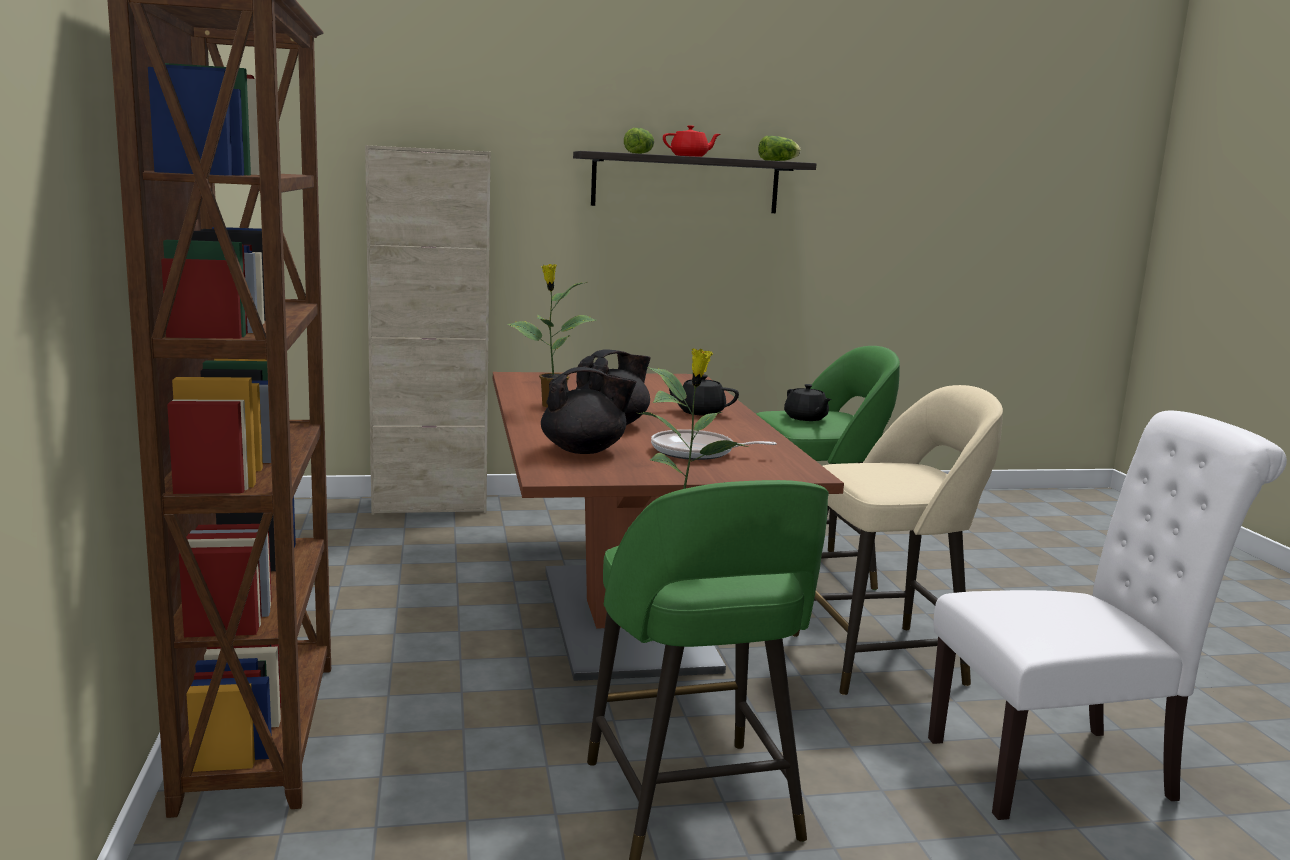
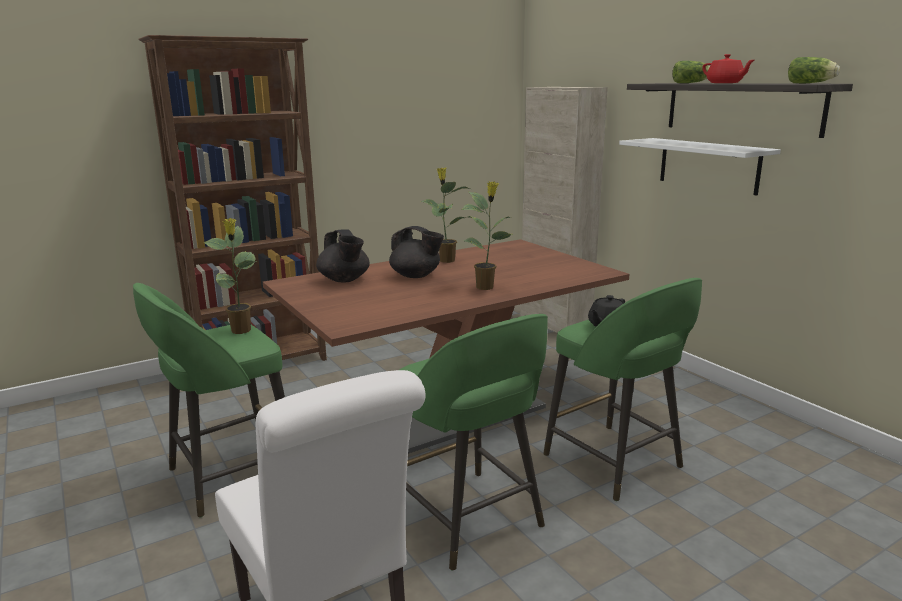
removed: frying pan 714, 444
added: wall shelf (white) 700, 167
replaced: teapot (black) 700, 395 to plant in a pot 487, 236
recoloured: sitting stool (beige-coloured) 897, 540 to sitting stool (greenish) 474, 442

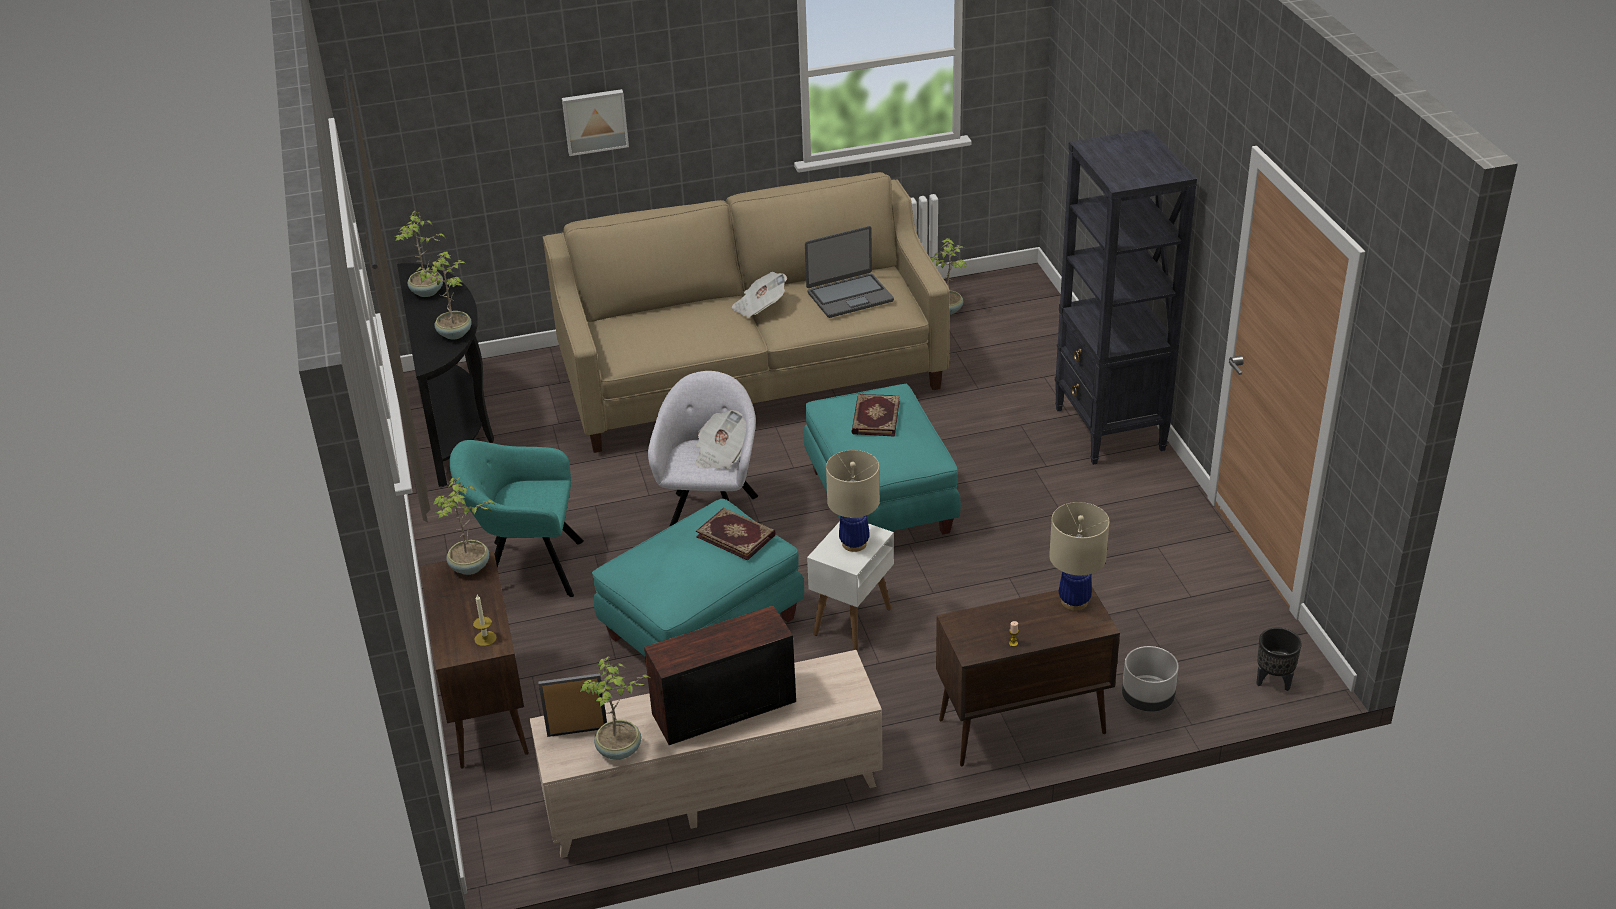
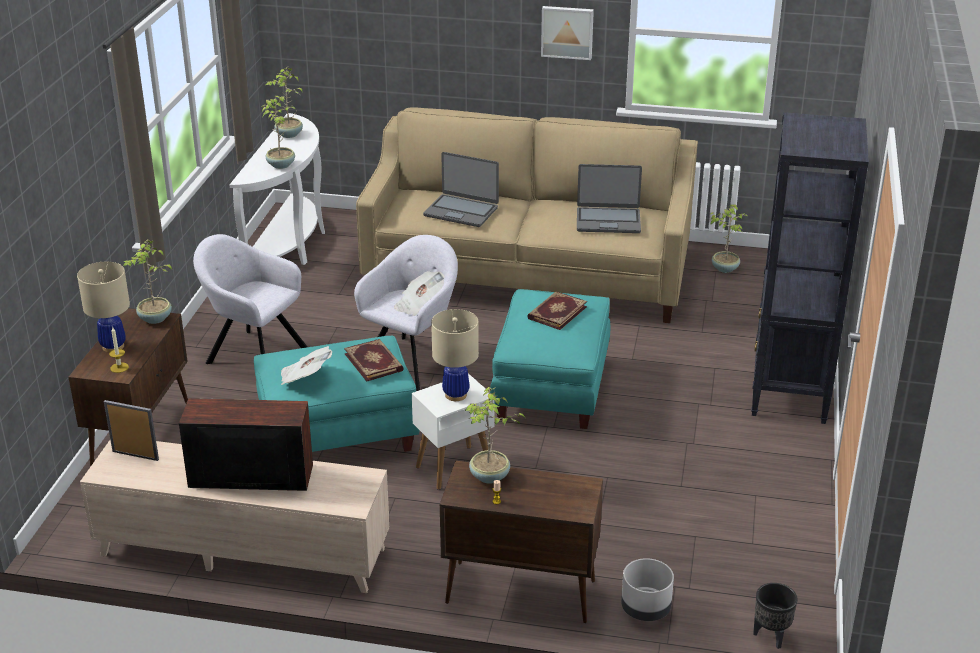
added: notebook computer 461, 189
moved: wall art 595, 122 to 567, 33; plant in a pot 615, 708 to 495, 435; printed paper 759, 295 to 306, 365; table lamp (beige-coloured) 1079, 556 to 103, 307
recoloured: console table (black) 445, 375 to console table (white) 277, 189; armchair (turquoise-coloured) 517, 518 to armchair (greyish) 250, 299

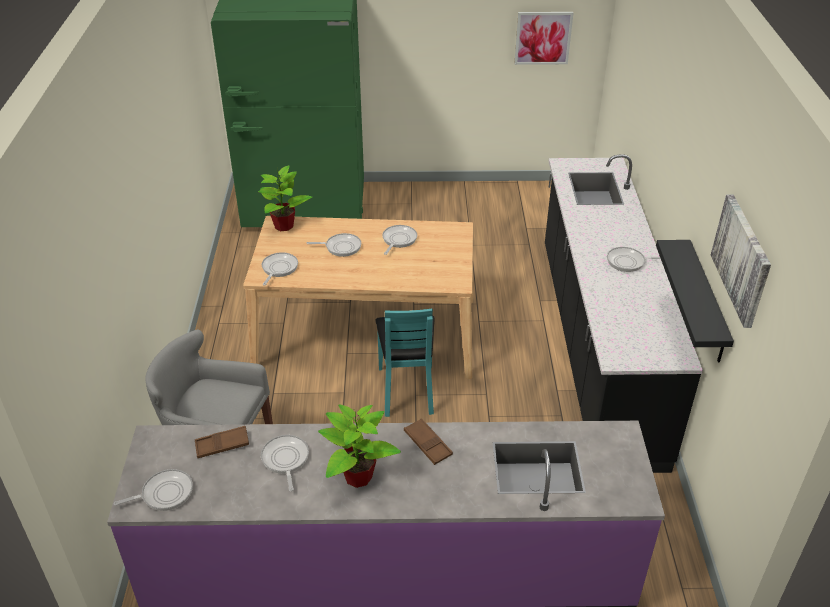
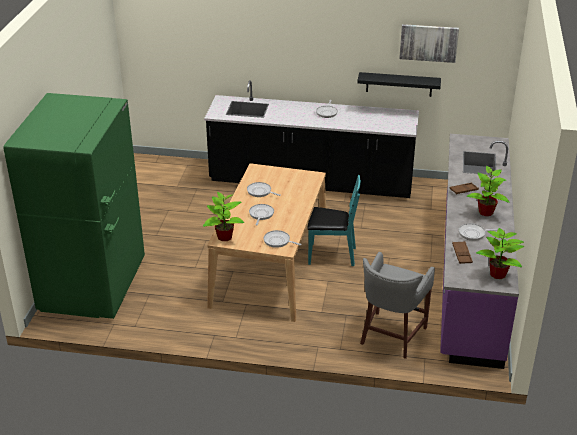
removed: wall art 543, 38
replaced: frying pan 153, 490 to plant in a pot 500, 253

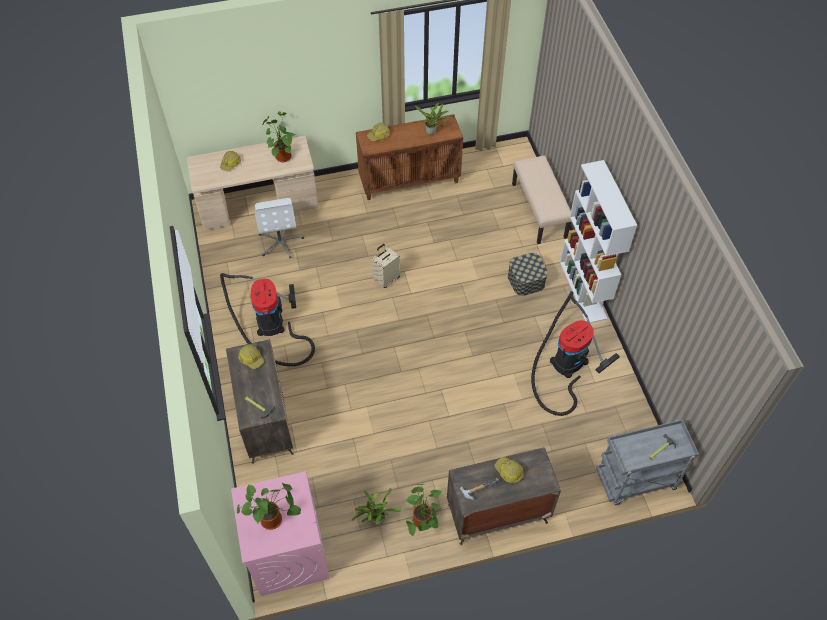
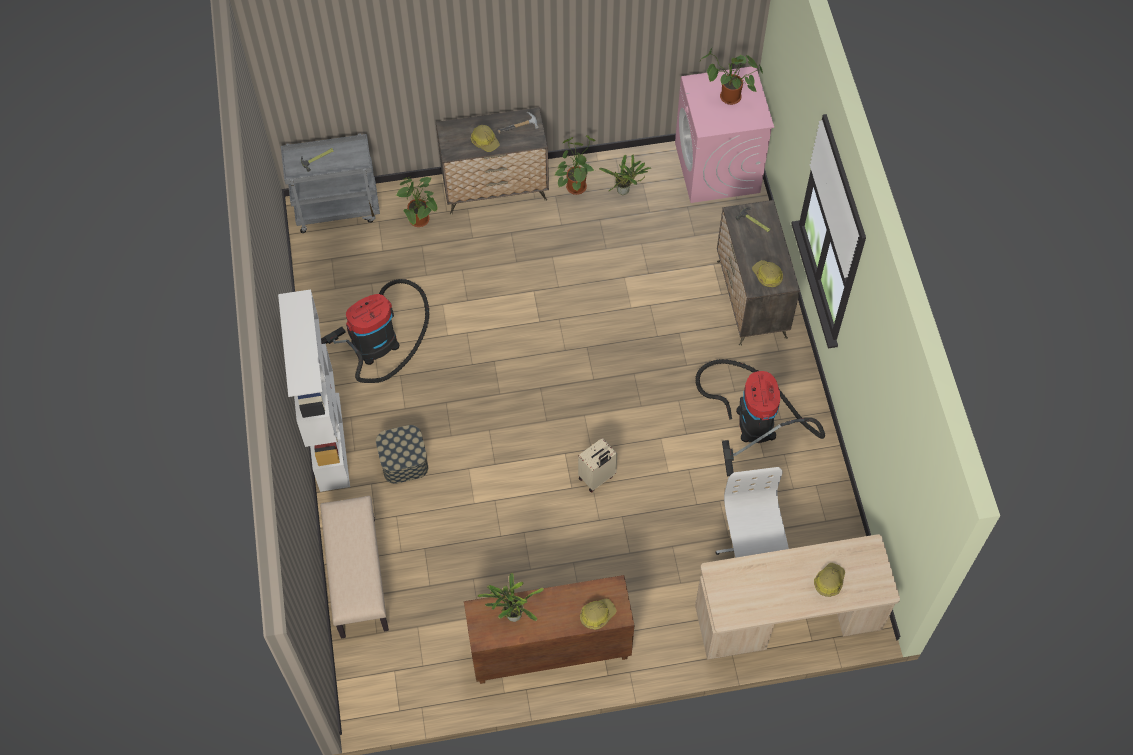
moved: plant in a pot 279, 136 to 416, 201

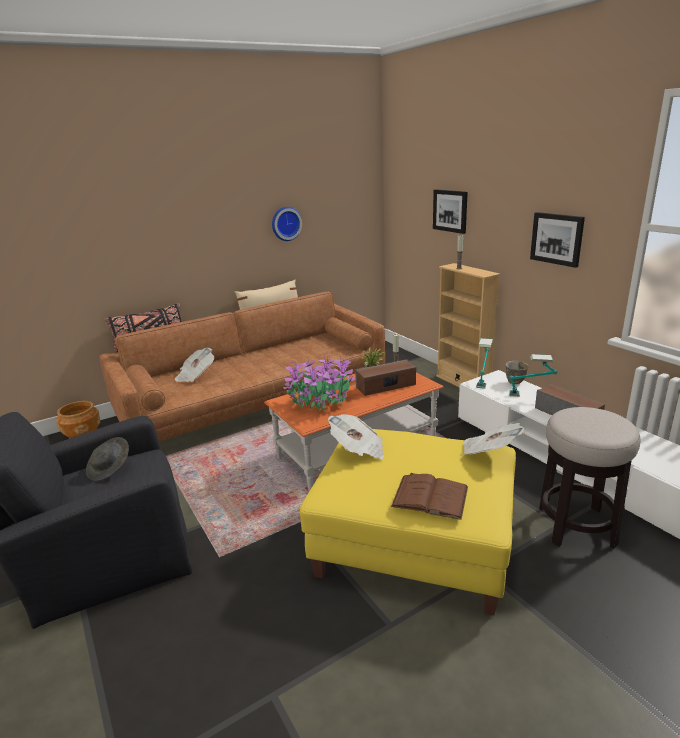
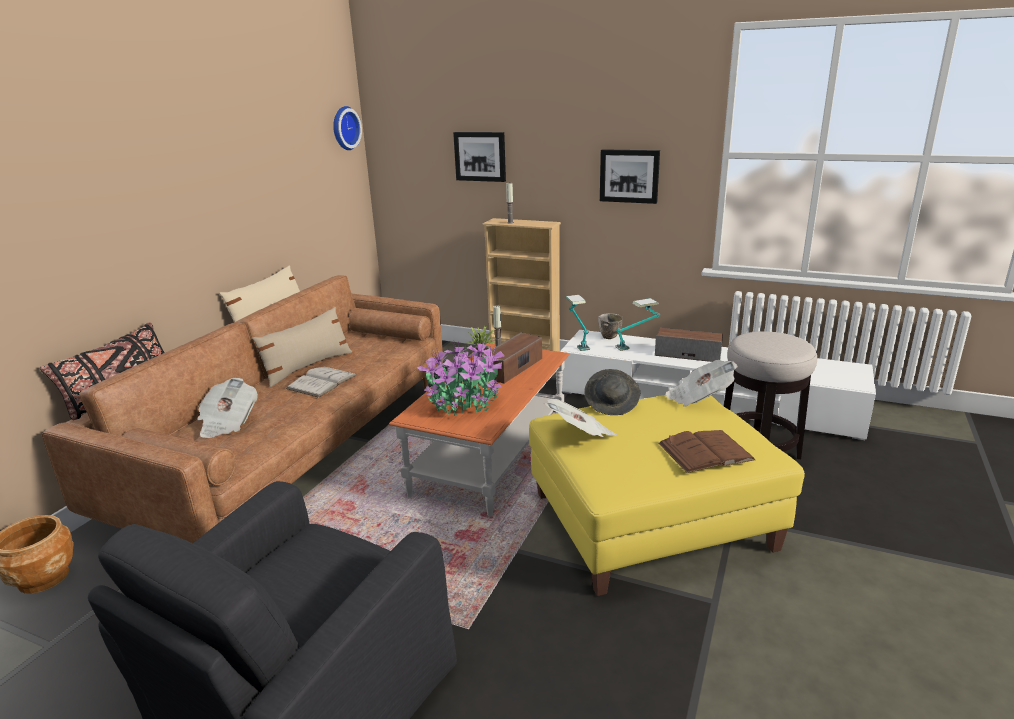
added: pillow (beige-coloured) 302, 347; book (white) 321, 382
moved: hat (greyish) 107, 459 to 612, 392; clock on the wall 287, 224 to 347, 128

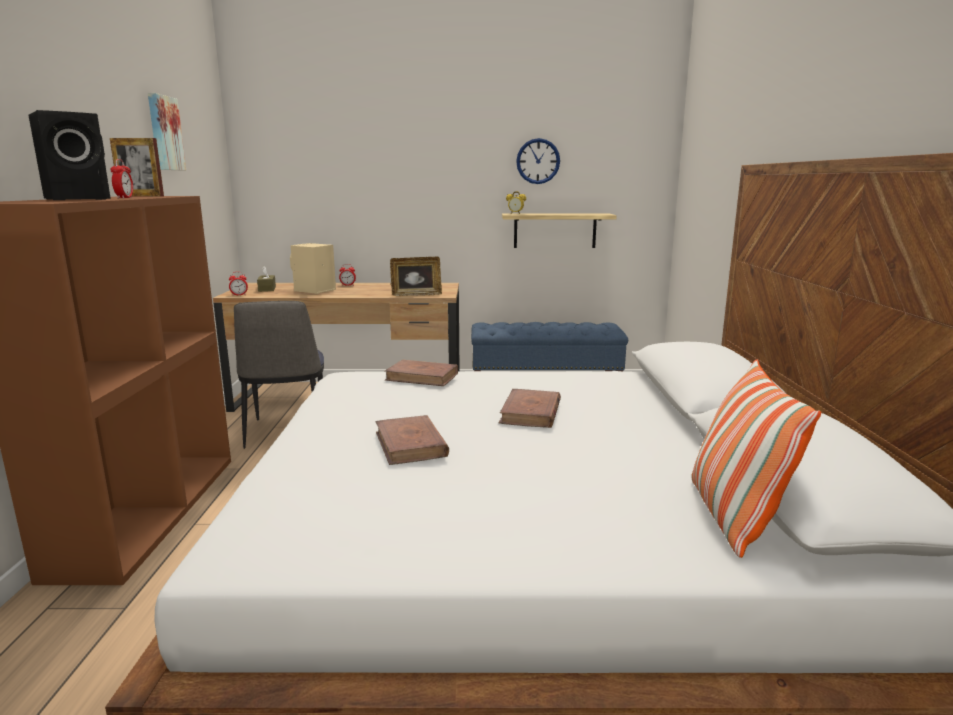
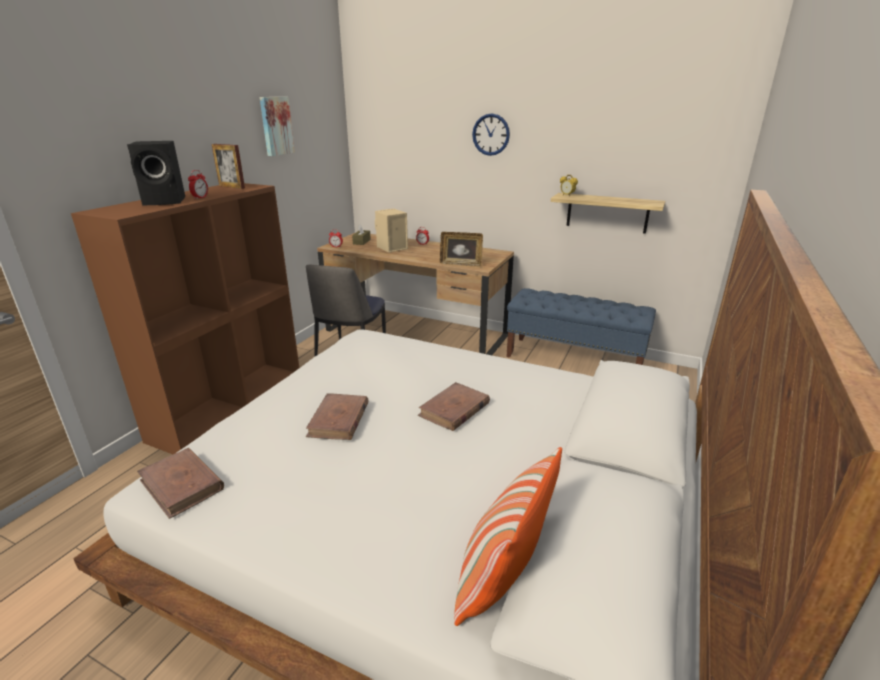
moved: book (brown-coloured) 421, 373 to 180, 483; clock on the wall 538, 161 to 491, 134

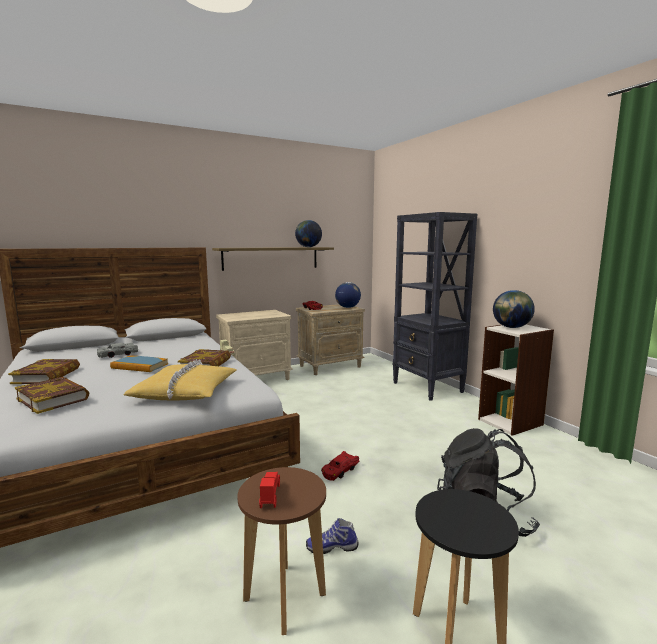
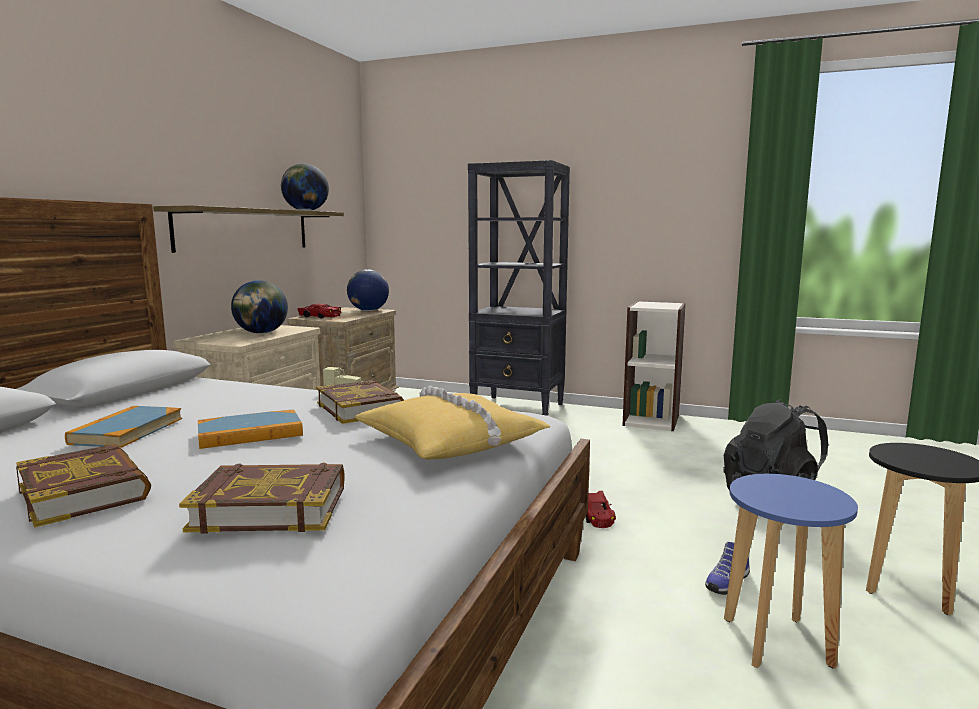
removed: model car (reddish) 269, 490
moved: desk globe 514, 309 to 259, 307
replaced: model car (greyish) 117, 350 to book 123, 427
recoloured: sitting stool (brown-coloured) 281, 551 to sitting stool (blue) 791, 571

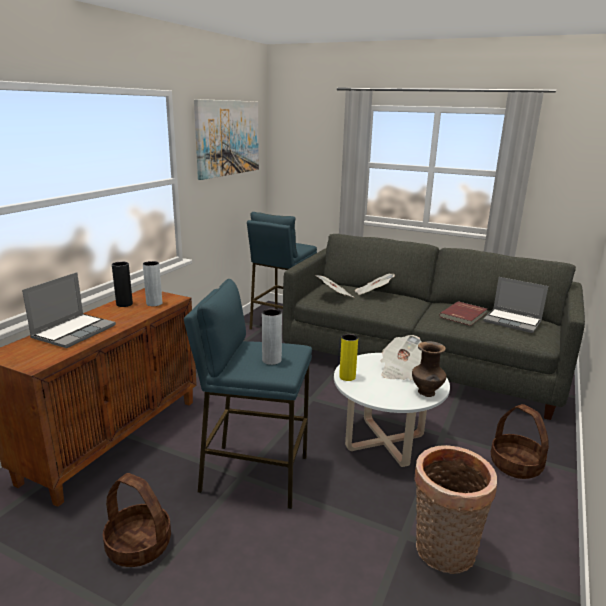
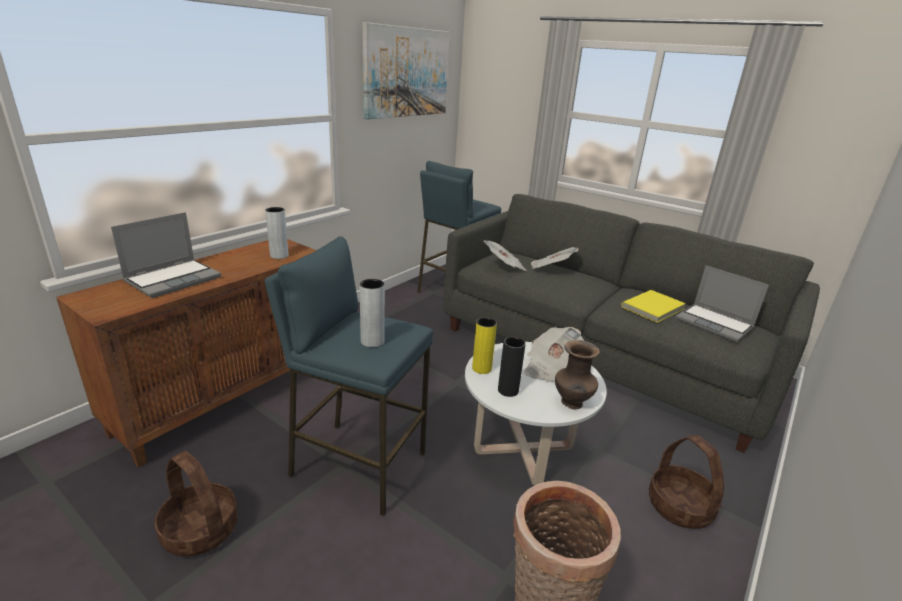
moved: decorative vase (black) 122, 284 to 512, 367
recoloured: book (reddish) 463, 313 to book (yellow-coloured) 653, 306

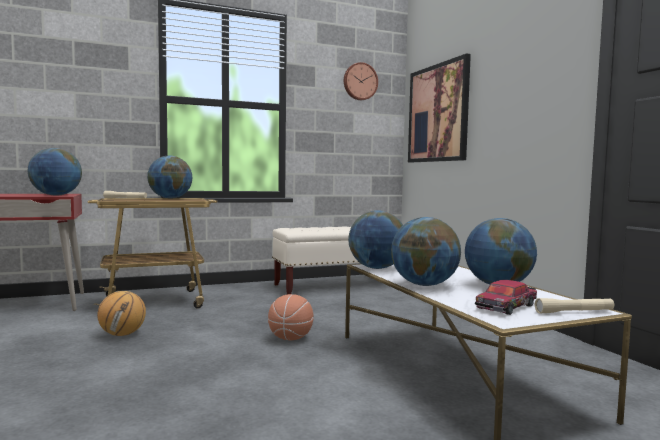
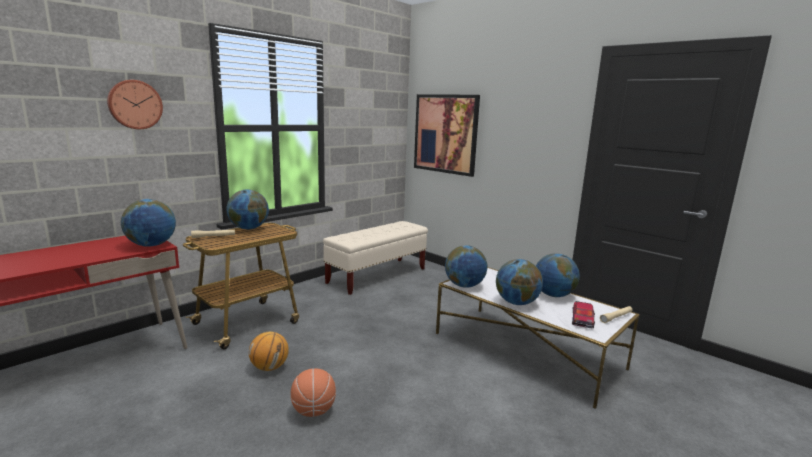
moved: basketball 290, 317 to 313, 392; clock on the wall 361, 81 to 135, 104

